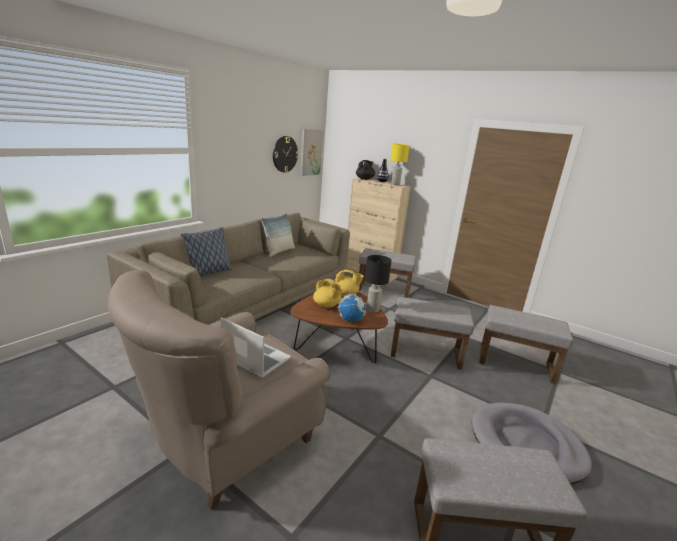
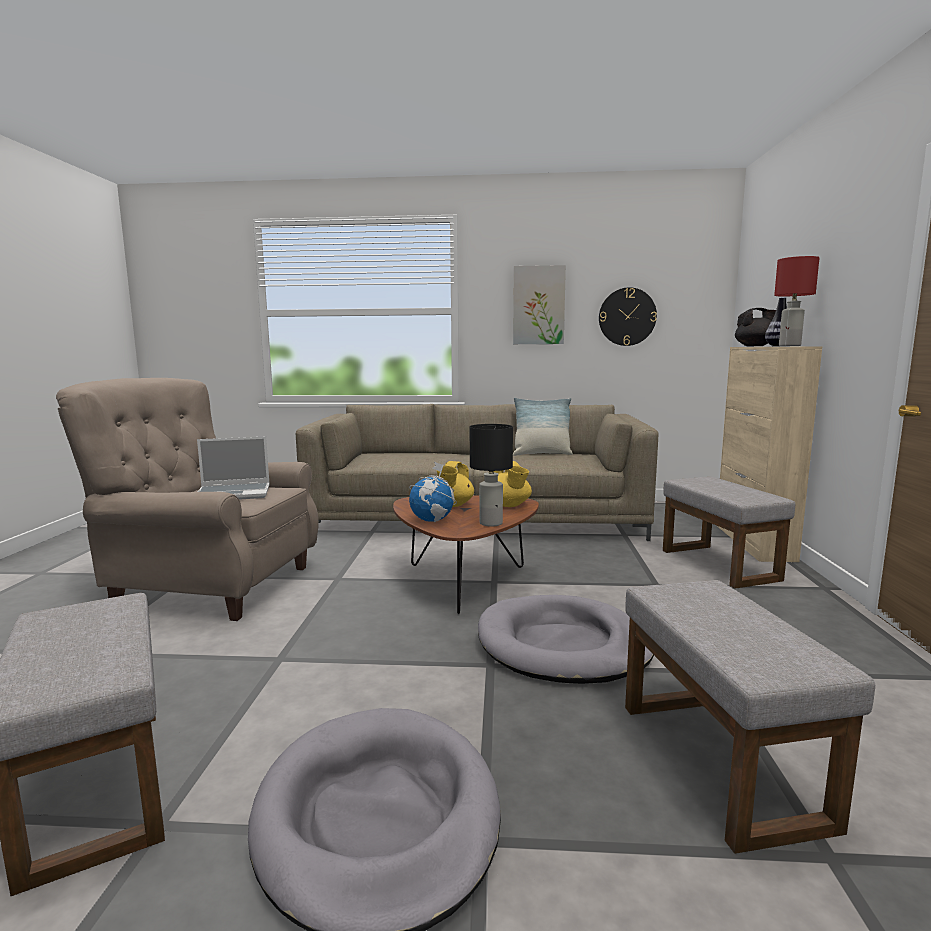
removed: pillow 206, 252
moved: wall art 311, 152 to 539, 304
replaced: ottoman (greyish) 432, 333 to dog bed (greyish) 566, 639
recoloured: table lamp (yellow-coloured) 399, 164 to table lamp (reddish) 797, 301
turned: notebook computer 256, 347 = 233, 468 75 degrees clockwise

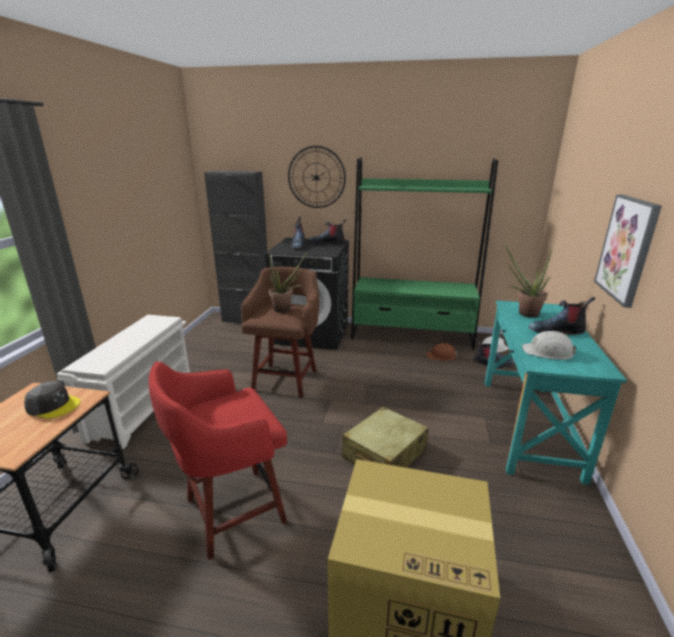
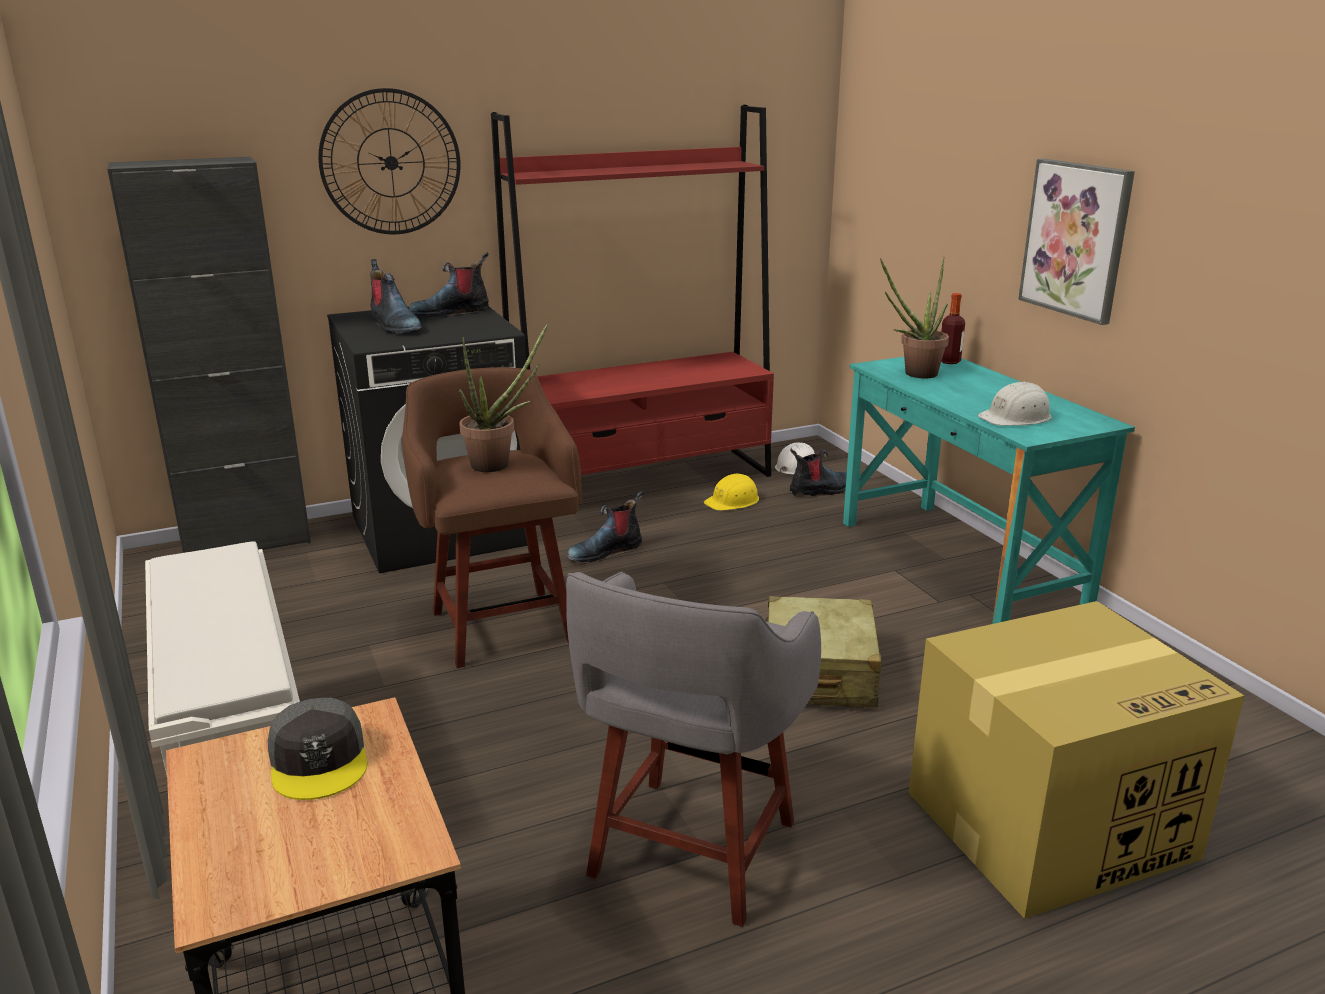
added: drink bottle 953, 328
moved: boot 562, 316 to 605, 526
recoloured: sitting stool (reddish) 218, 460 to sitting stool (greyish) 693, 749; bookcase (greenish) 424, 254 to bookcase (reddish) 632, 291; safety helmet (brown-coloured) 442, 352 to safety helmet (yellow-coloured) 731, 492
turned: baseball cap (greyish) 52, 399 = 317, 749 90 degrees clockwise

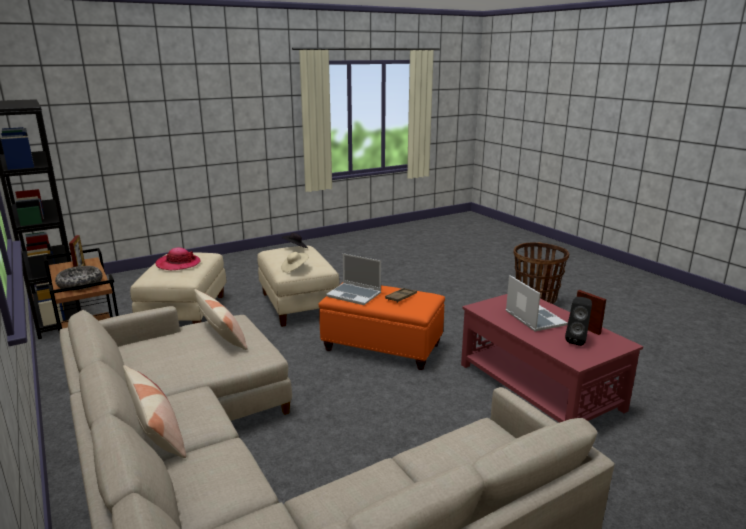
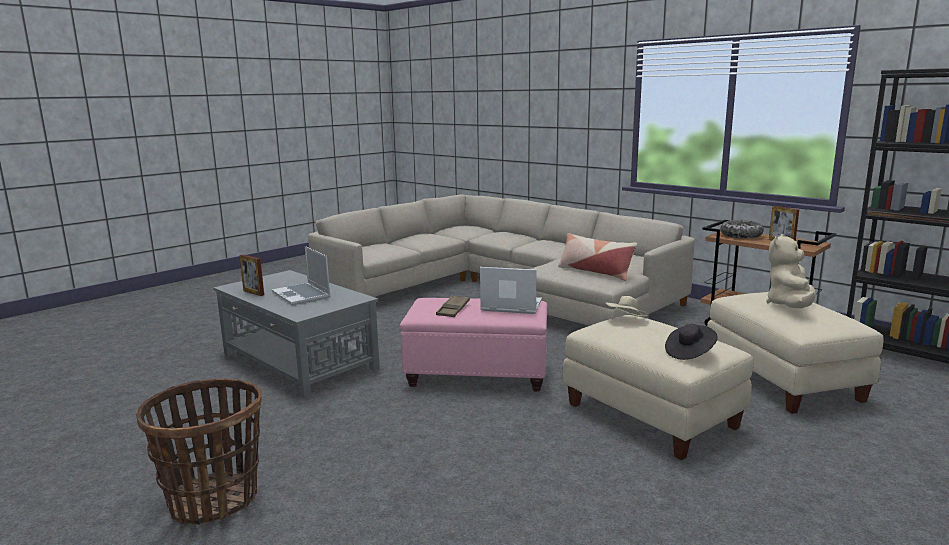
removed: pillow 154, 411; loudspeaker (black) 578, 321
replaced: hat 178, 259 to soft toy (beige-coloured) 791, 271
recoloured: ottoman (orange) 381, 326 to ottoman (pinkish) 473, 345; coffee table (reddish) 552, 358 to coffee table (greyish) 296, 334

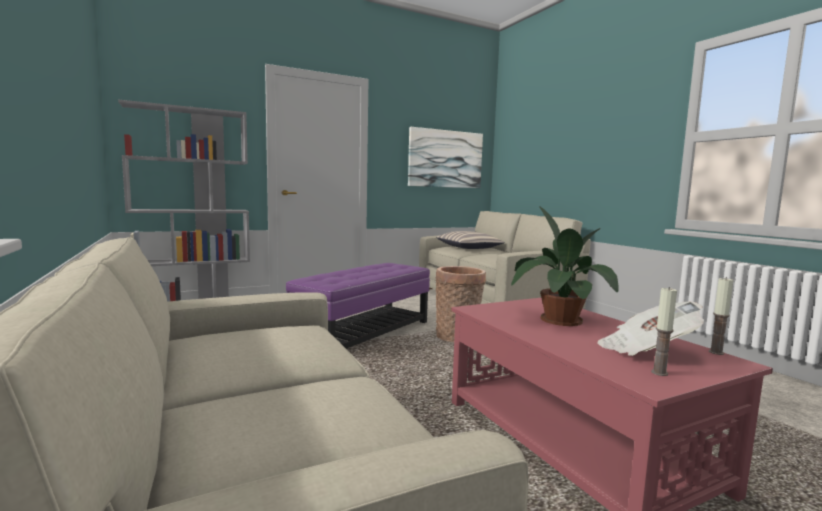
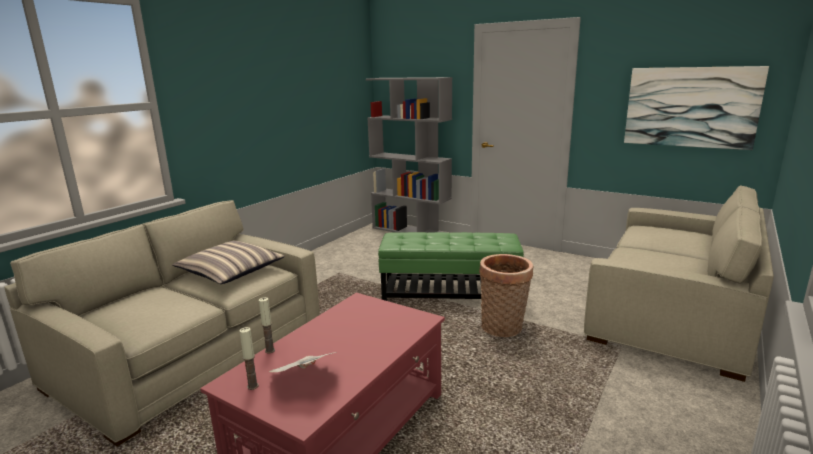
removed: plant in a pot 565, 266
moved: pillow 470, 240 to 228, 262; wax light 721, 316 to 267, 325
recoloured: ottoman (purple) 358, 306 to ottoman (greenish) 451, 266

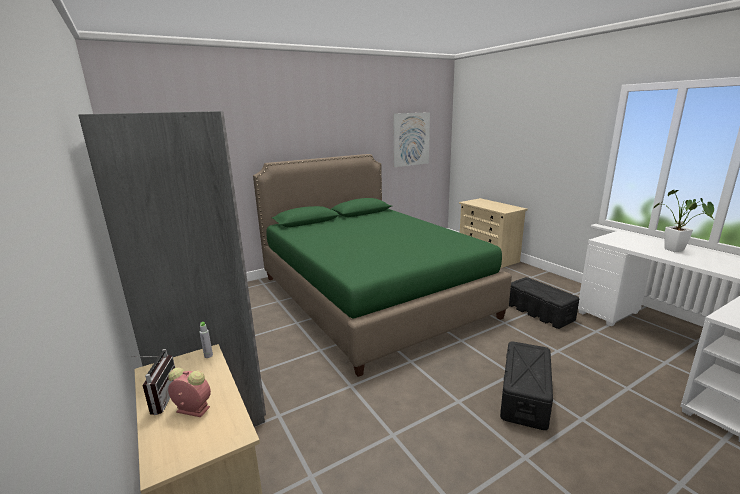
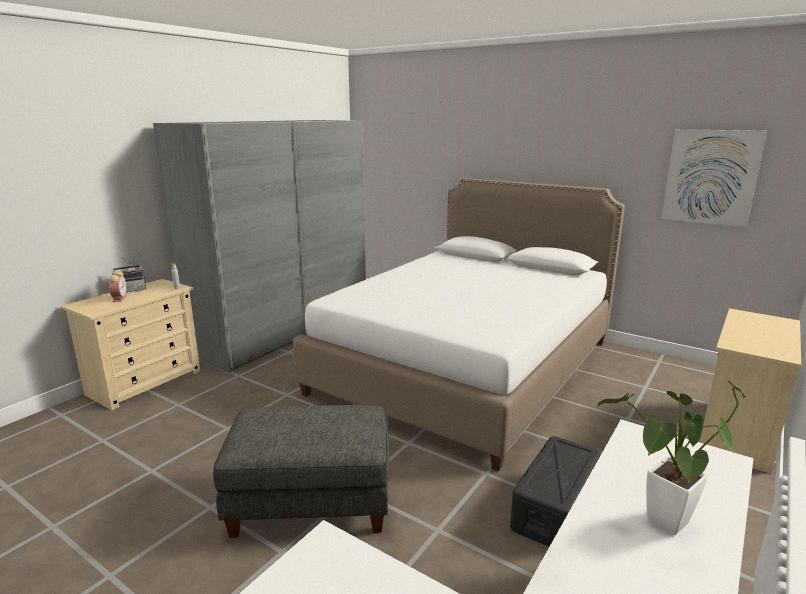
replaced: storage bin (black) 526, 385 to ottoman (greyish) 301, 471
recoloured: sleeping bed (greenish) 382, 265 to sleeping bed (white) 459, 324

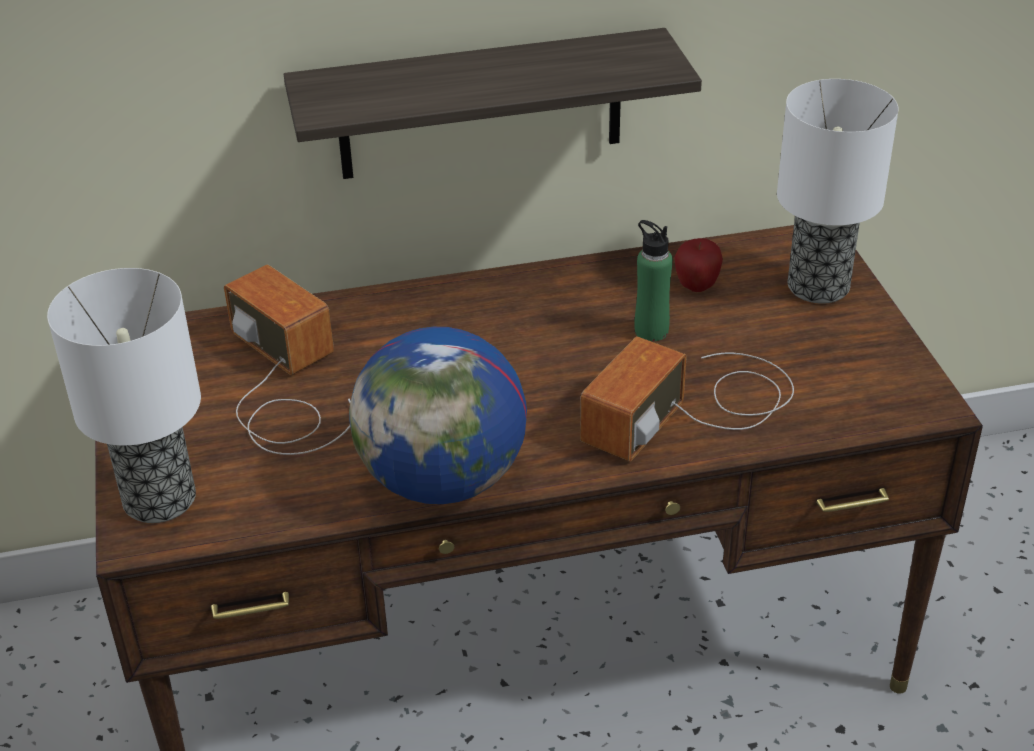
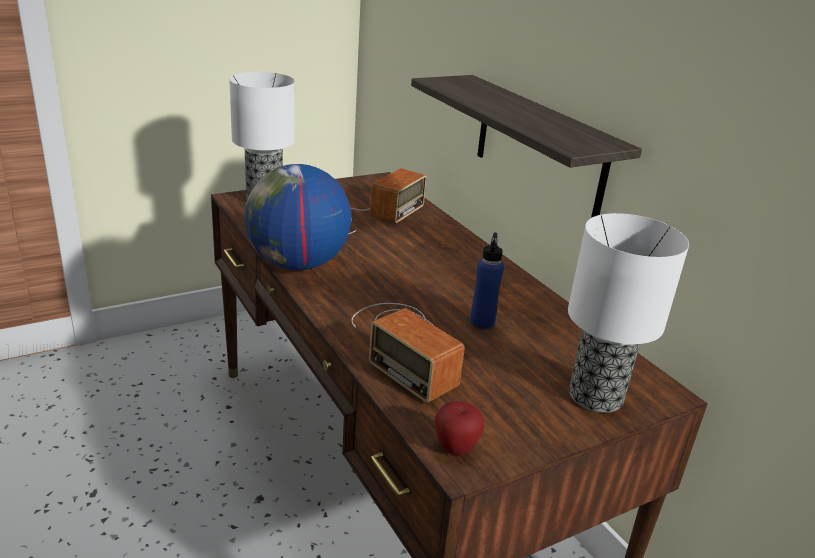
moved: whole apple 698, 265 to 459, 428
recoloured: drink bottle (greenish) 653, 280 to drink bottle (blue) 487, 280
turned: radio set 687, 399 = 408, 353 150 degrees counterclockwise

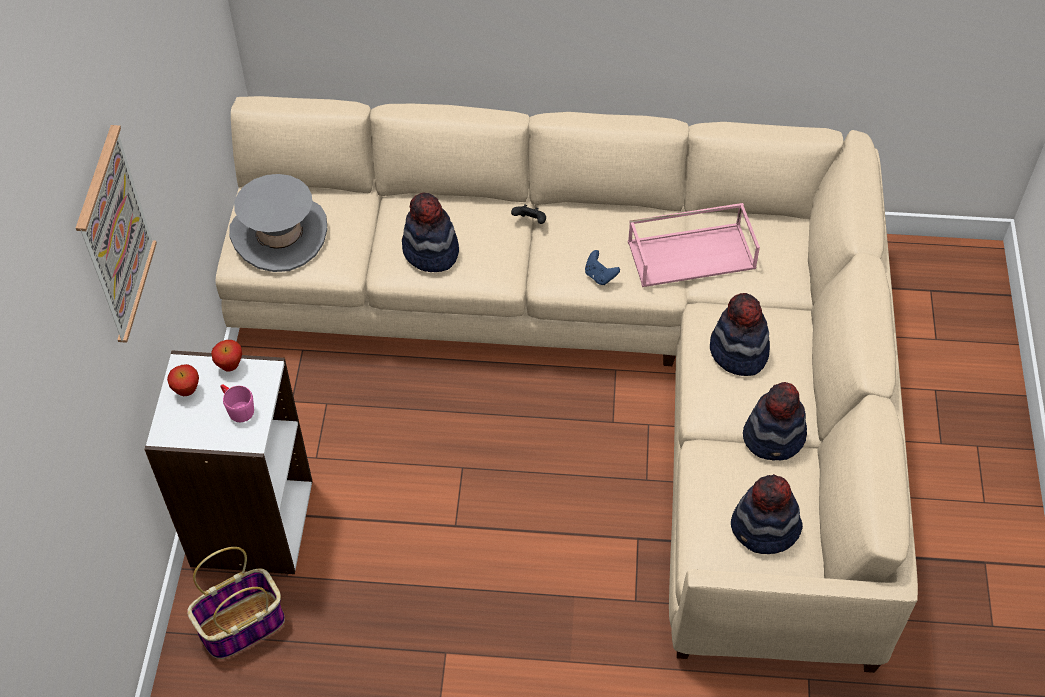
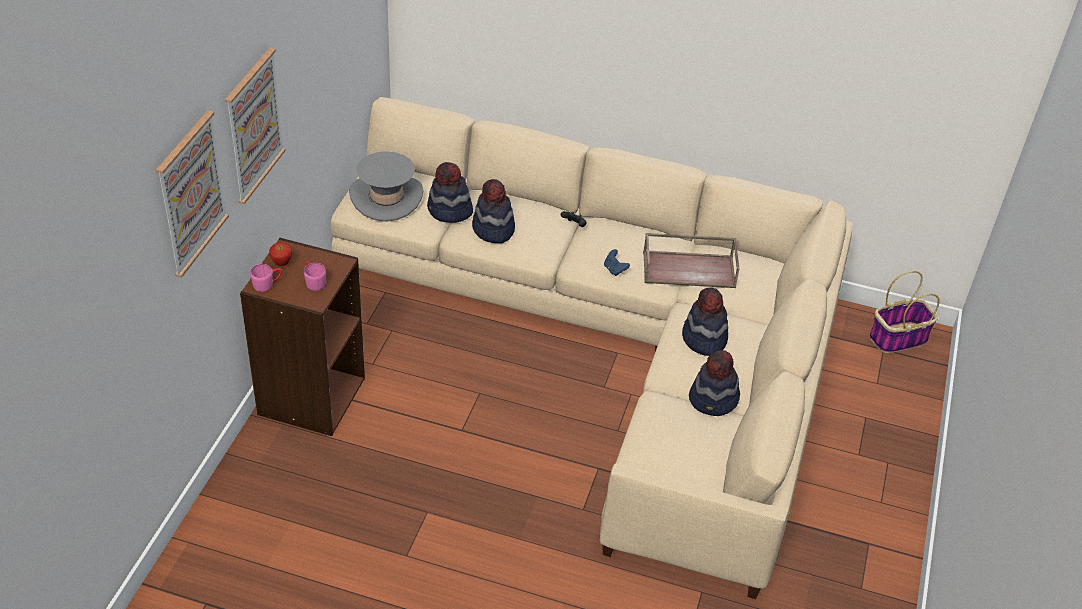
removed: whole apple 226, 355
added: wall art 192, 194; mug (pinkish) 266, 278
moved: storage basket 236, 603 to 904, 312; hat 767, 514 to 450, 192
recoloured: bookcase (white) 228, 462 to bookcase (brown-coloured) 302, 337; tray (pinkish) 694, 245 to tray (brown-coloured) 691, 260

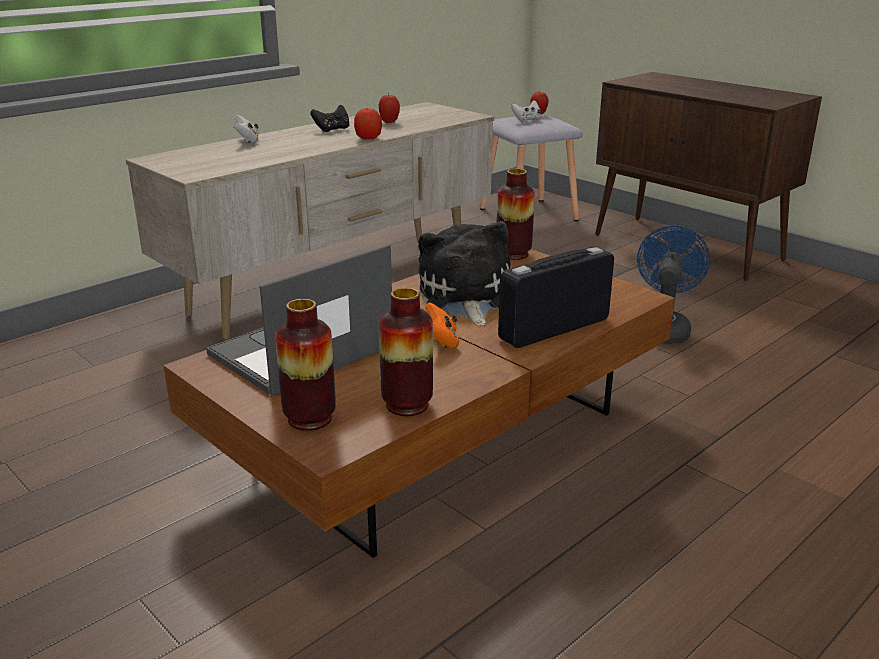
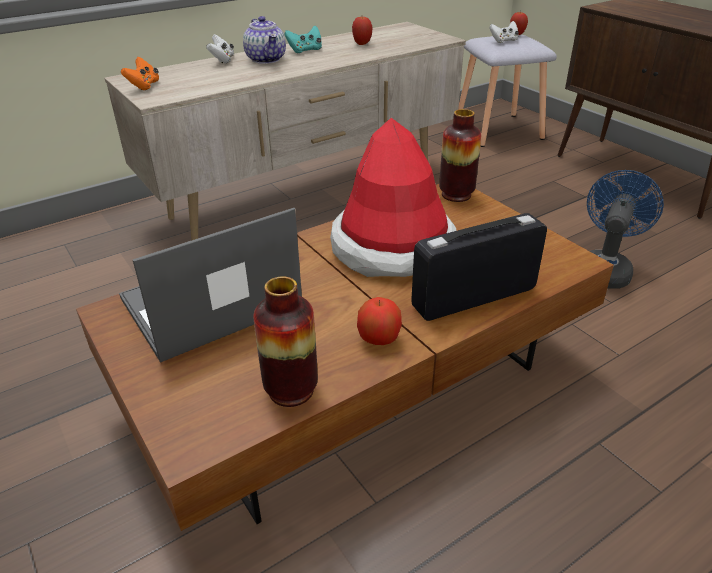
removed: decorative vase 305, 365
added: teapot 264, 40
moved: whole apple 368, 123 to 379, 321; gamepad (orange) 442, 325 to 140, 73
replaced: soft toy 464, 273 to hat 393, 197
recoloured: gamepad (black) 329, 118 to gamepad (turquoise-coloured) 303, 39

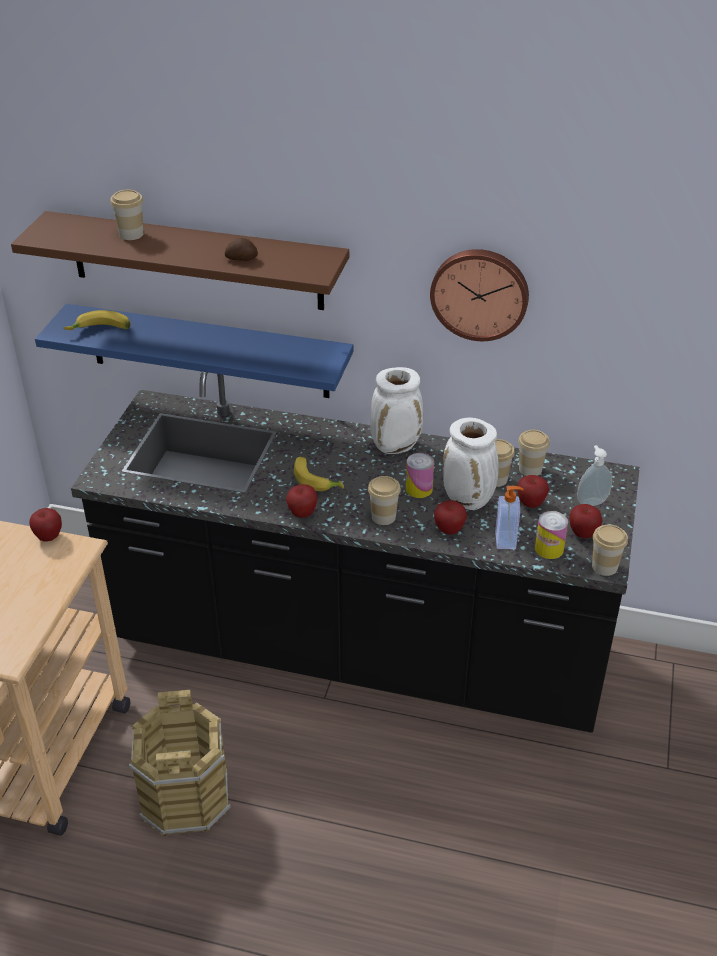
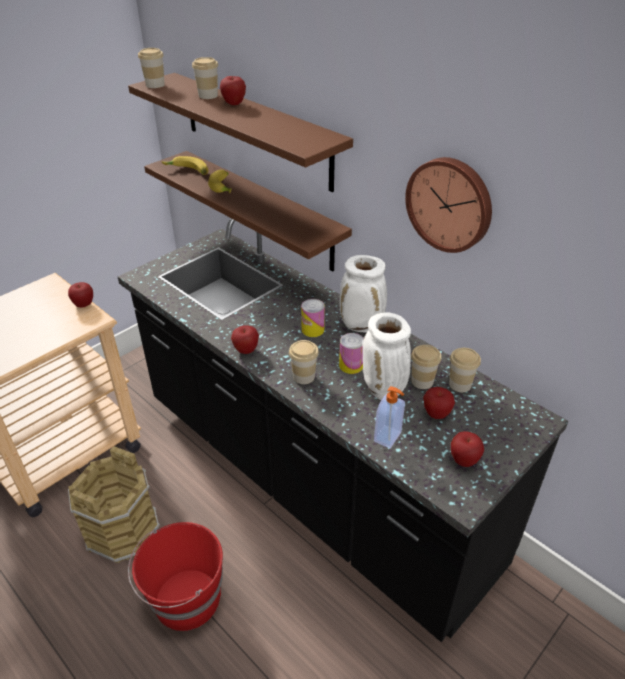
removed: potato 241, 249; soap dispenser 594, 475
added: water bucket (reddish) 175, 576
moved: whole banana 319, 474 to 220, 181; whole apple 450, 517 to 233, 90; sealed can 551, 535 to 313, 318; cup 610, 550 to 151, 68
recoloured: wall shelf (blue) 194, 351 to wall shelf (brown-coloured) 248, 211

